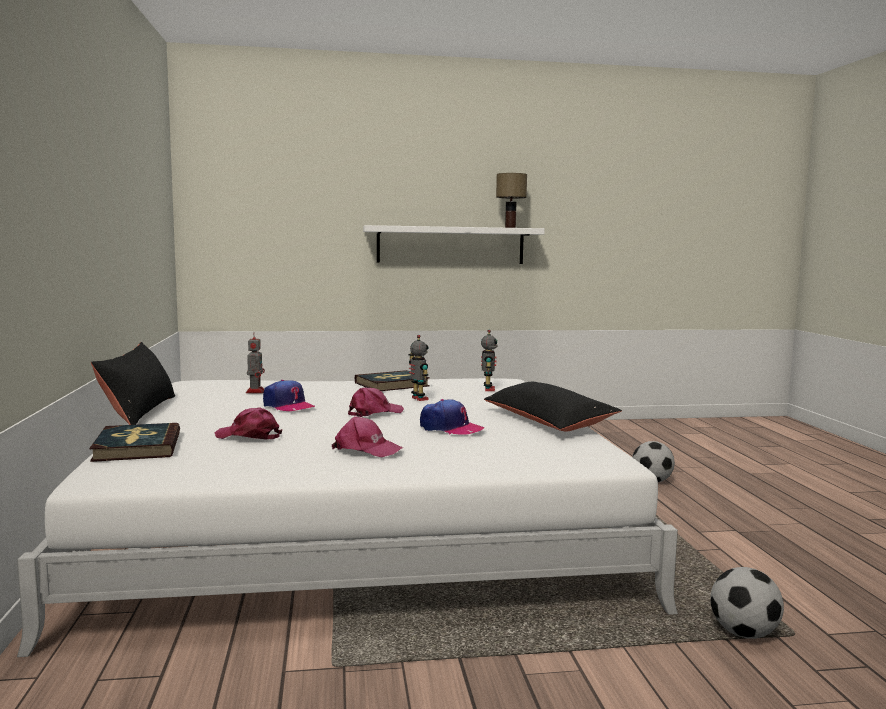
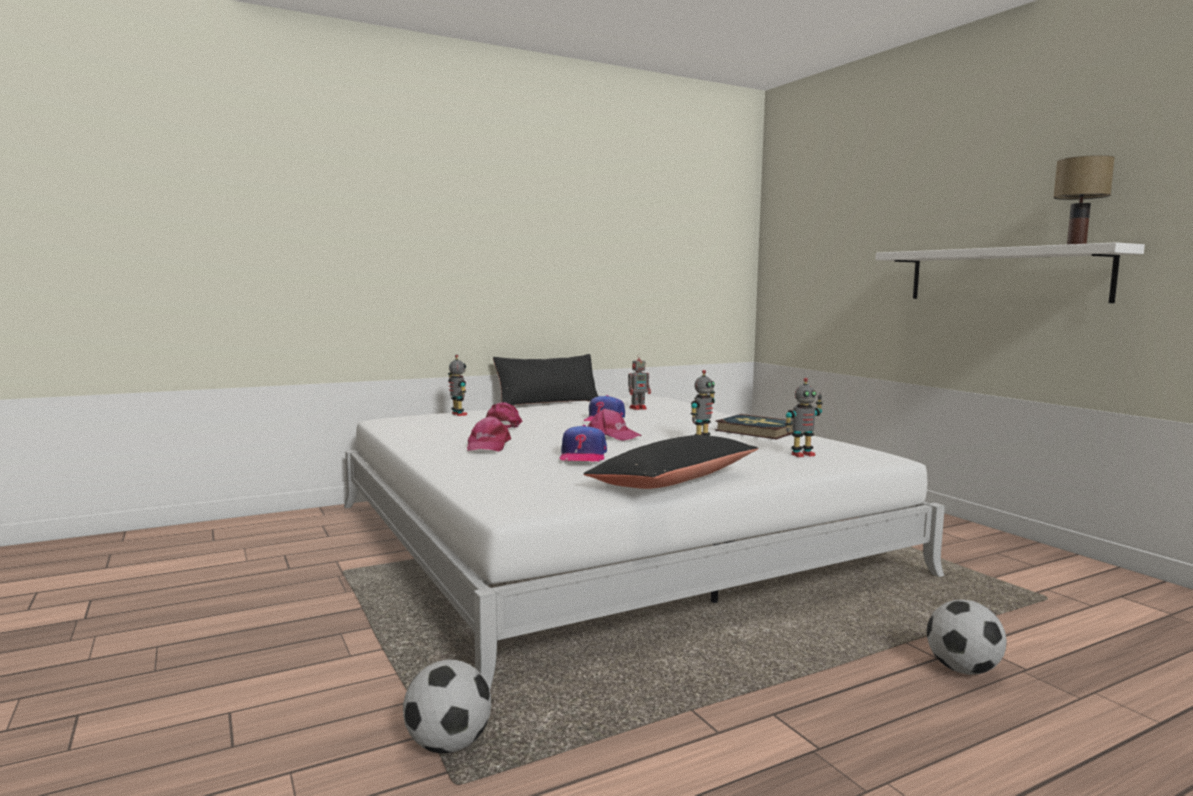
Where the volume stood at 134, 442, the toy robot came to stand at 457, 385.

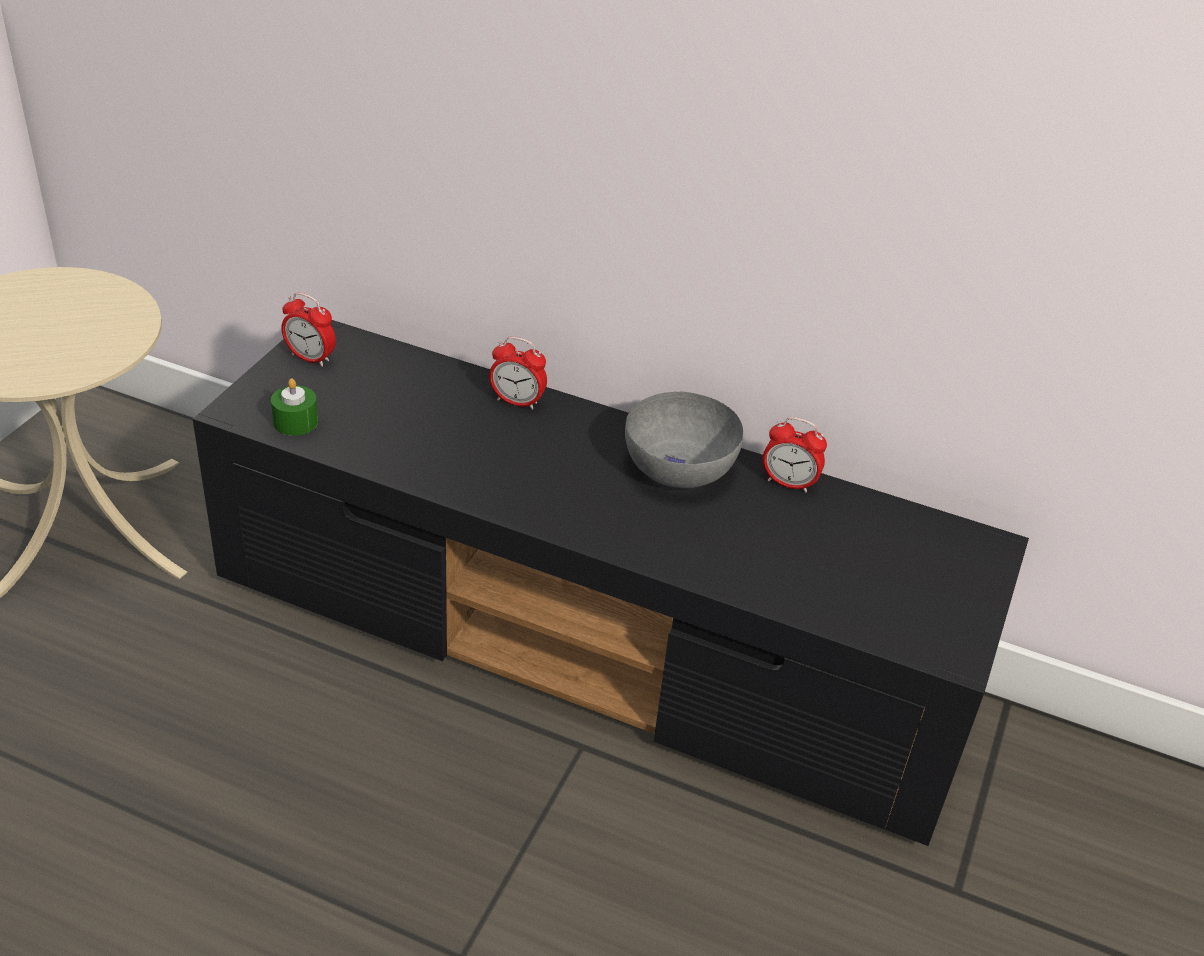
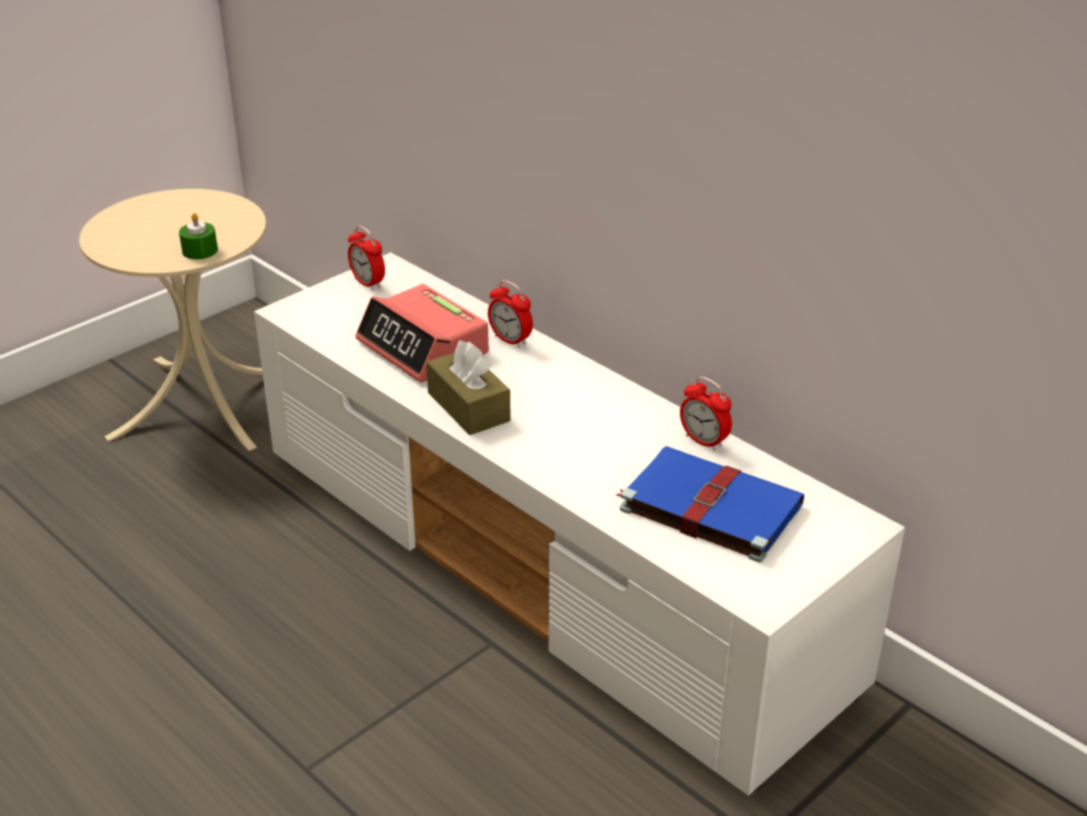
What was the blackish media console at 611, 583 turned into the whitish media console at 579, 524.
The greenish wax candle ended up elsewhere, having gone from 294, 407 to 198, 236.
The second view lost the grey serving bowl at 684, 440.
The second view gained the alarm clock at 422, 333.
The second view gained the brown box of tissues at 468, 388.
The second view gained the blue volume at 710, 504.

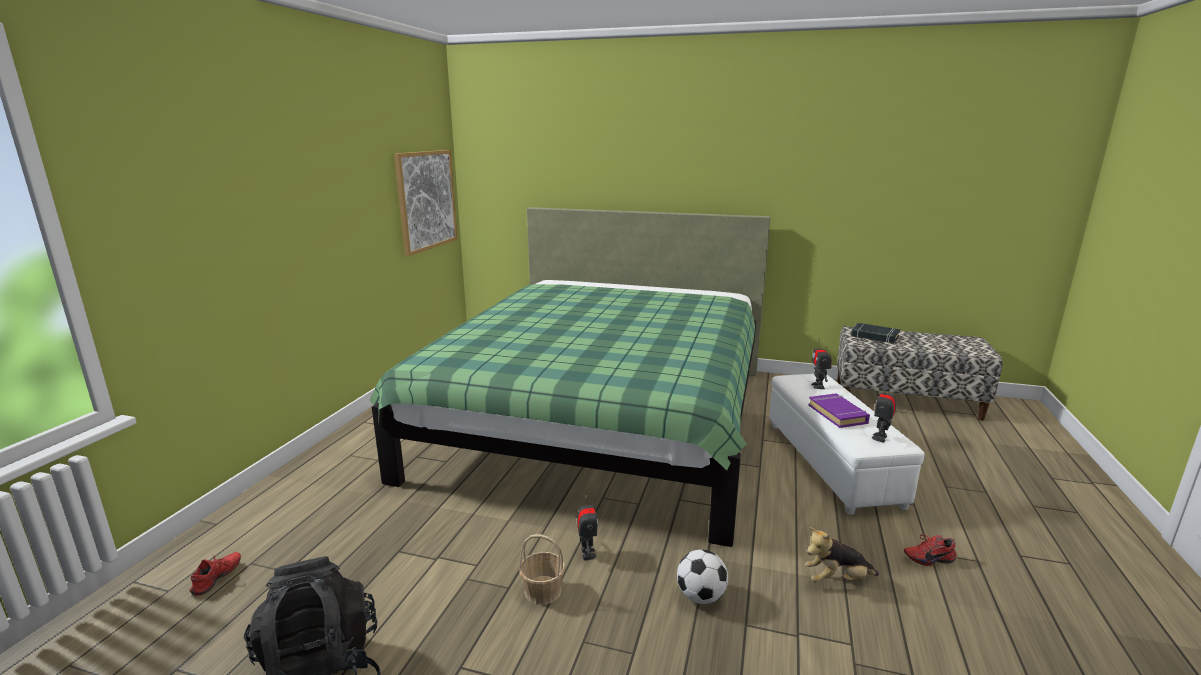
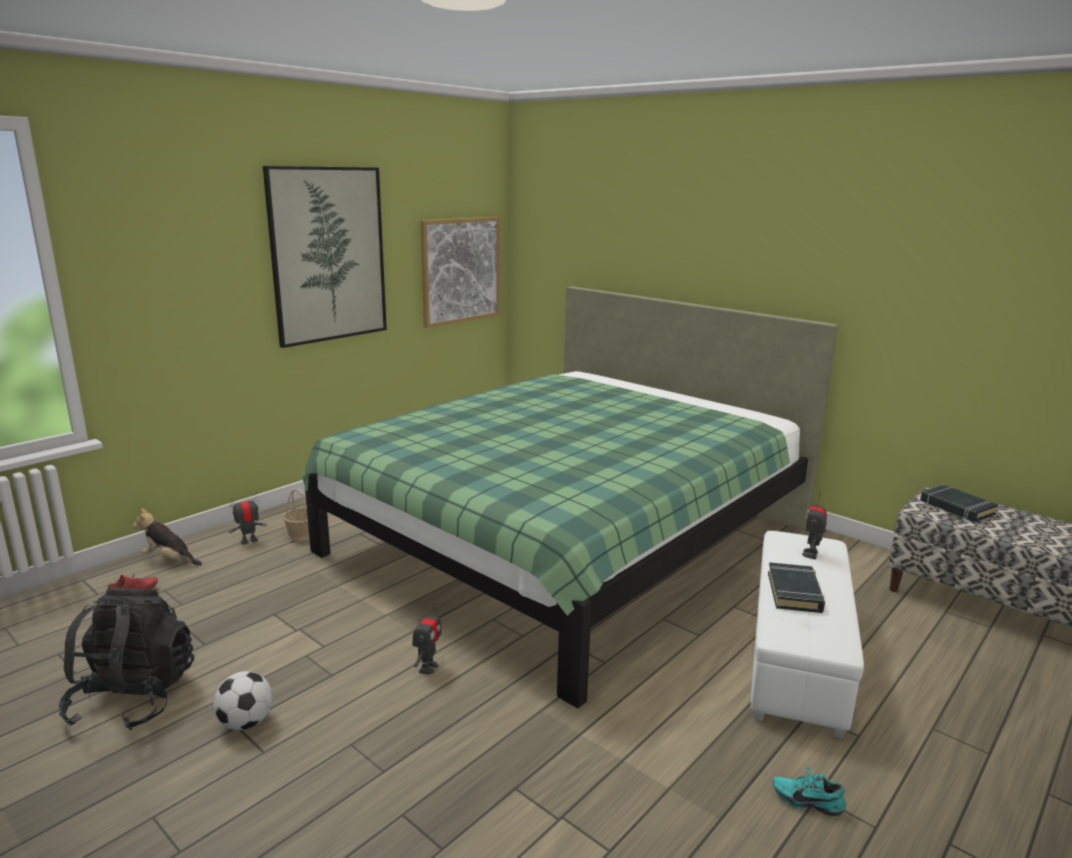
The toy robot ended up elsewhere, having gone from 884, 412 to 247, 518.
What was the purple volume at 839, 410 turned into the blackish volume at 796, 587.
The cuddly toy ended up elsewhere, having gone from 842, 555 to 167, 537.
The basket ended up elsewhere, having gone from 542, 569 to 296, 515.
What was the red-coloured shoe at 930, 550 turned into the turquoise shoe at 809, 791.
The football ball ended up elsewhere, having gone from 702, 576 to 243, 700.
The second view gained the wall picture at 325, 257.

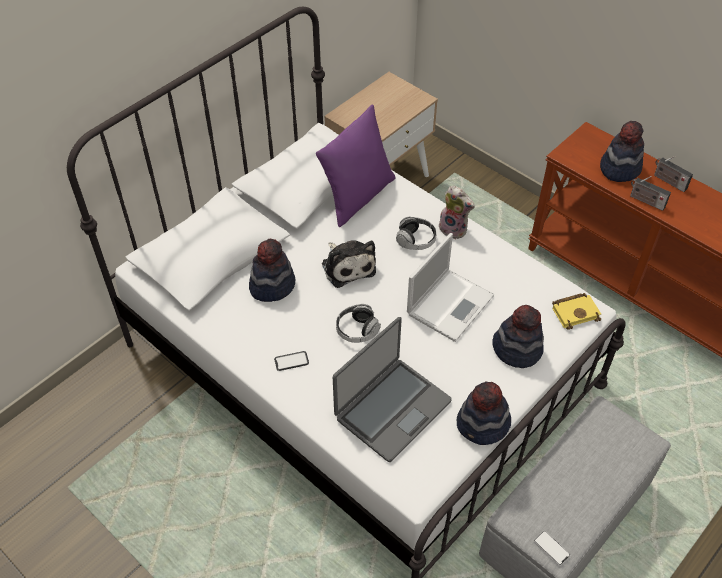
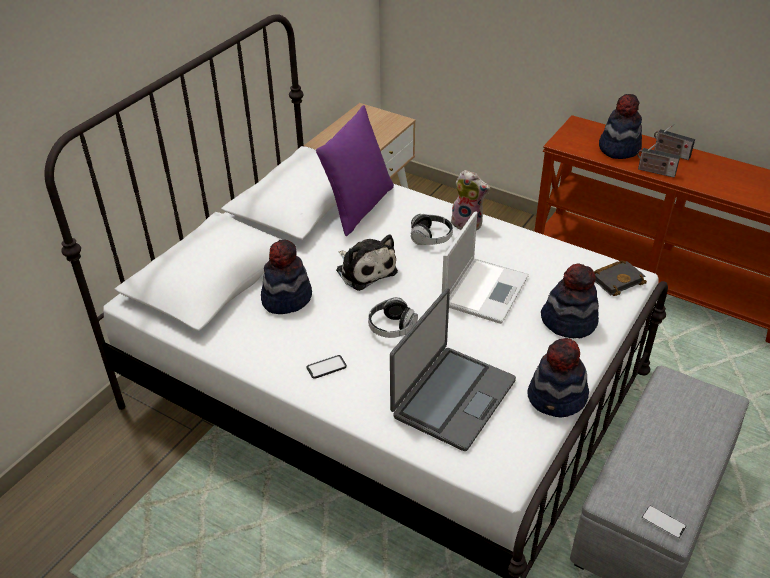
What was the yellowish volume at 576, 311 turned into the blackish volume at 620, 278.

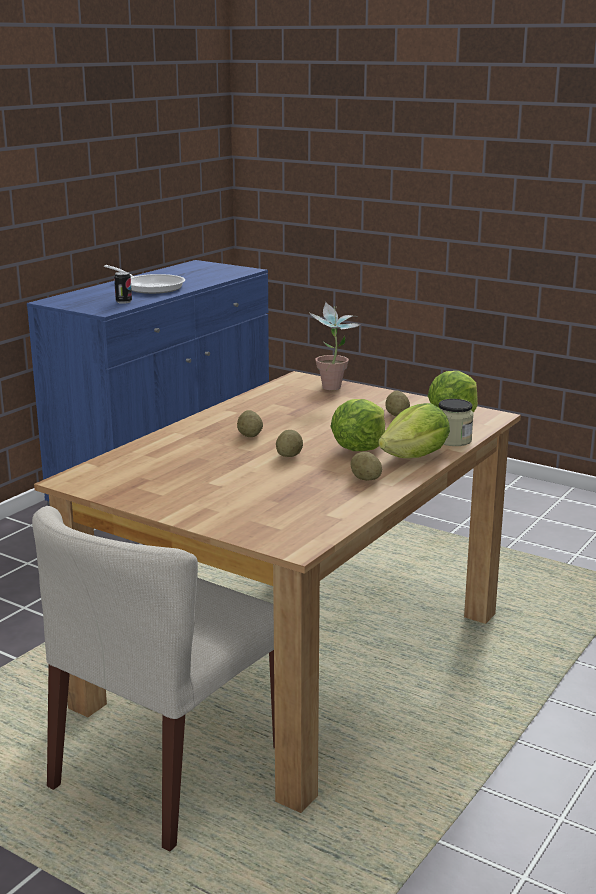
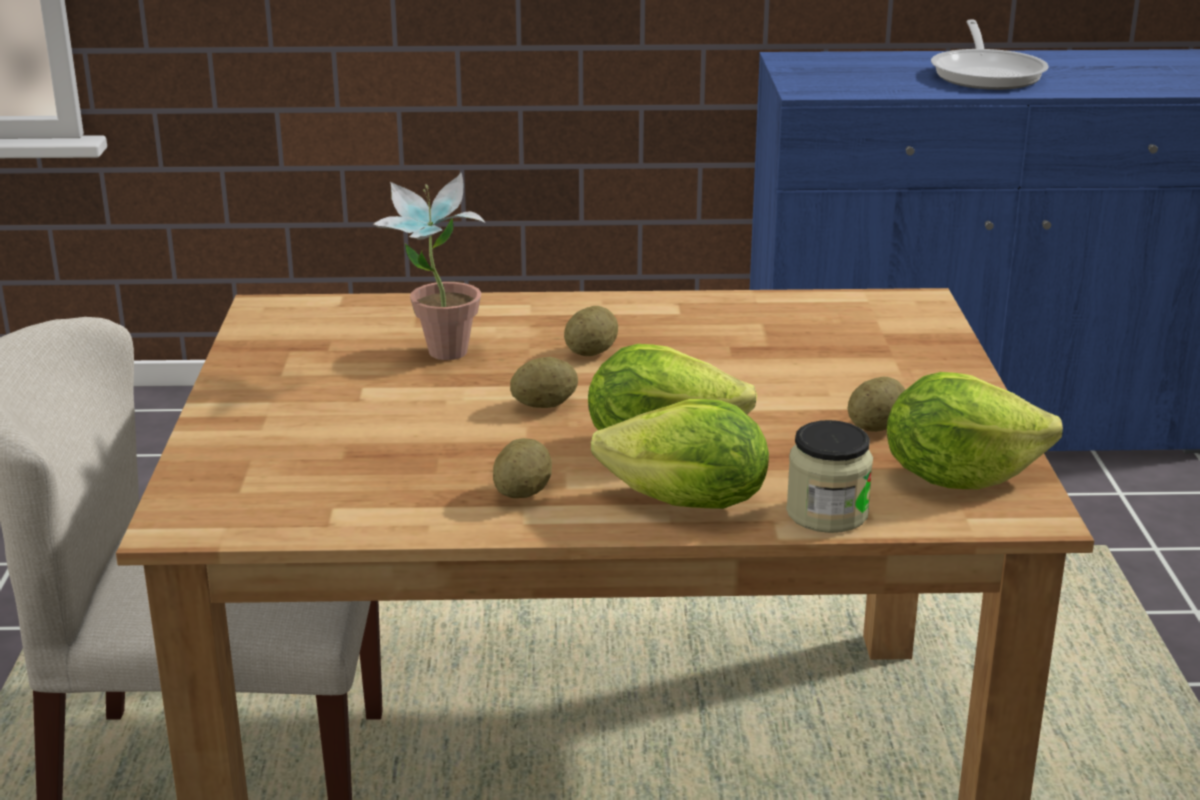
The second view lost the can at 123, 288.
The potted plant ended up elsewhere, having gone from 334, 346 to 429, 266.

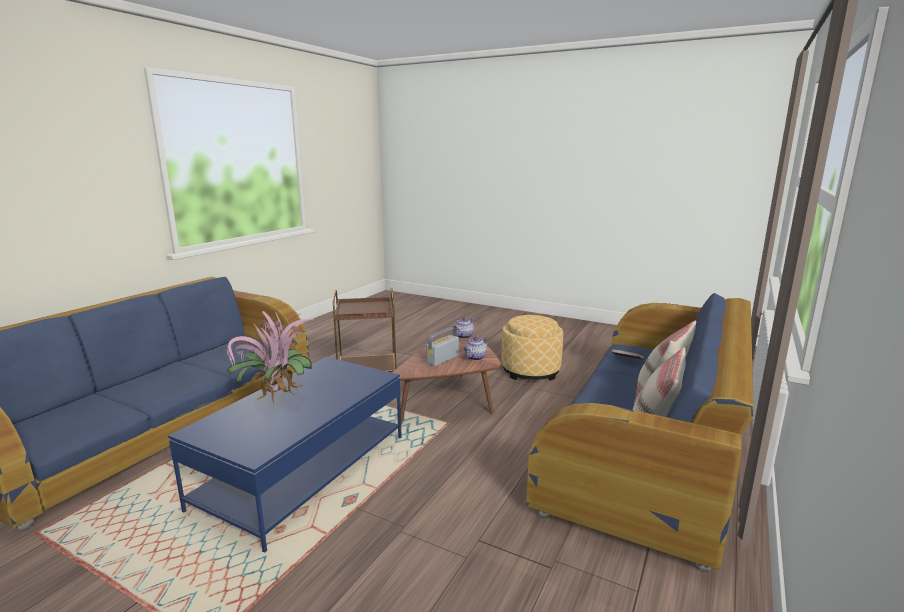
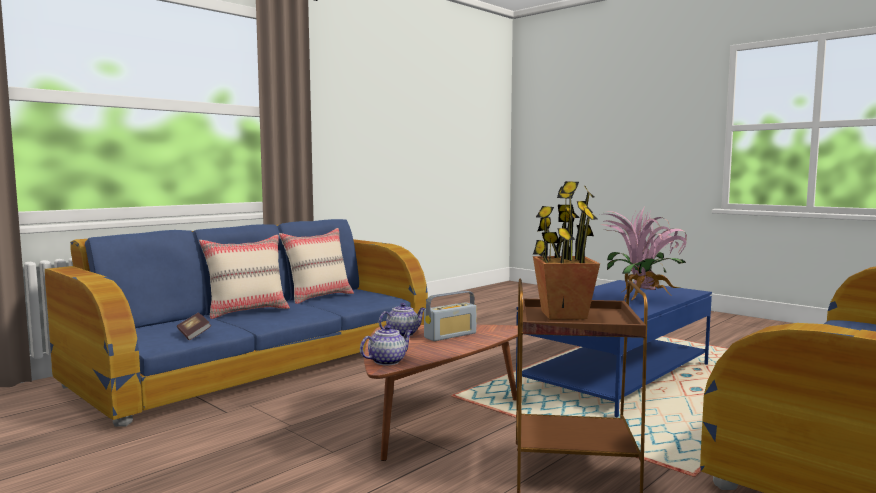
The second view lost the ottoman at 532, 348.
The second view gained the potted plant at 566, 250.

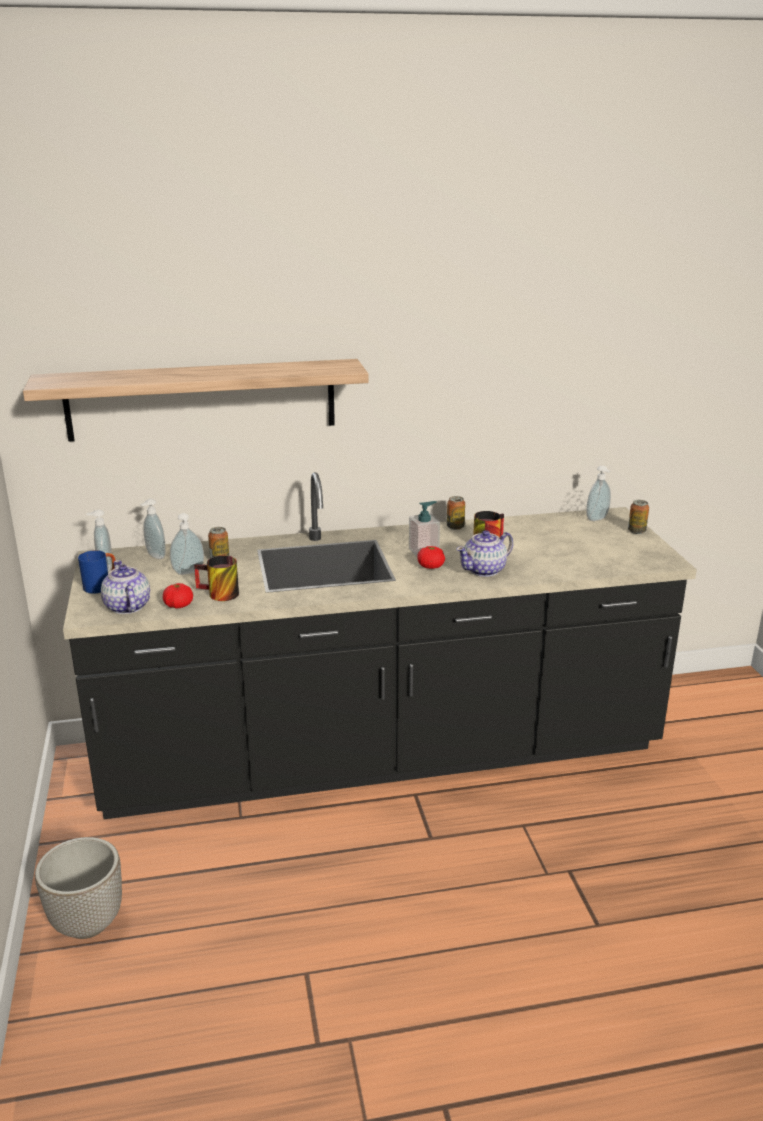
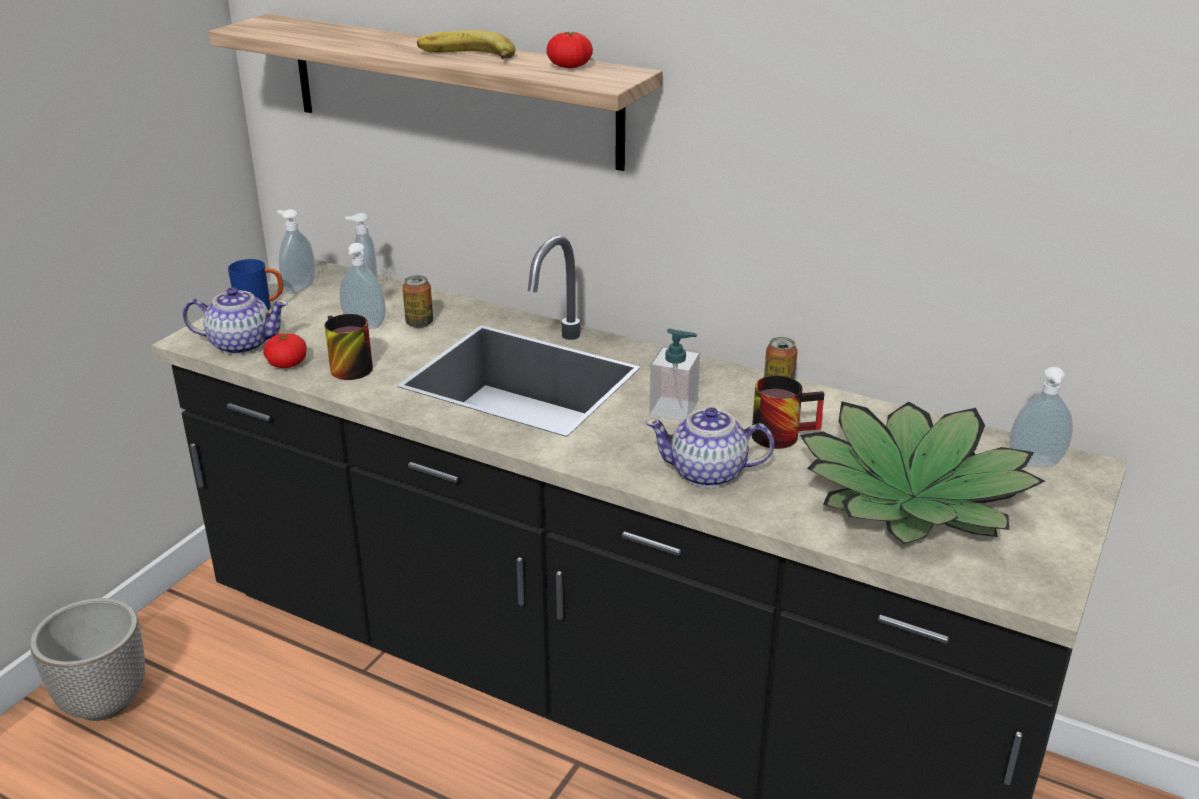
The second view lost the can at 638, 517.
The tomato ended up elsewhere, having gone from 431, 557 to 569, 50.
The pot for tea at 125, 587 ended up facing another way, 75 degrees clockwise from before.
The second view gained the banana fruit at 466, 44.
The second view gained the potted plant at 922, 472.

